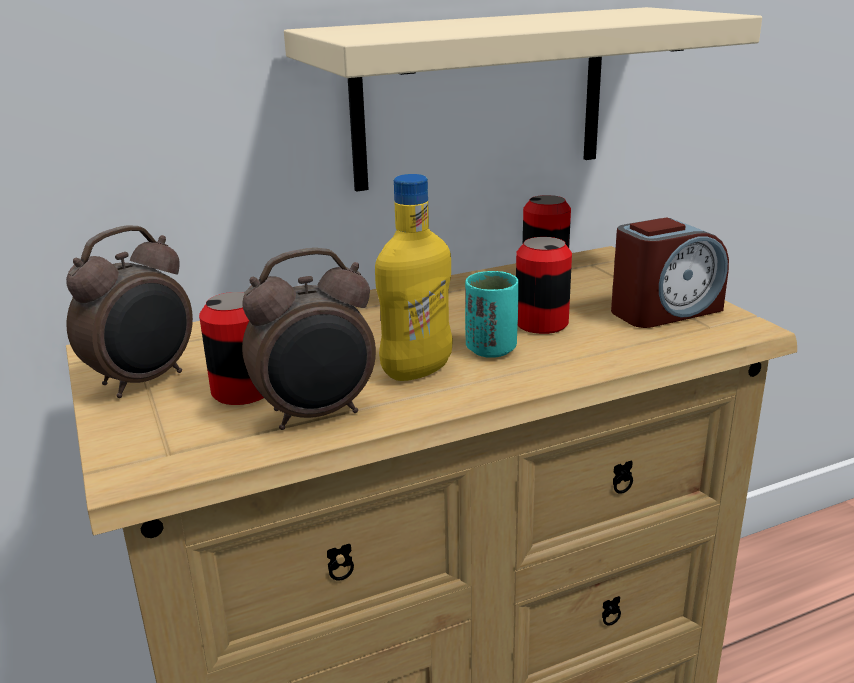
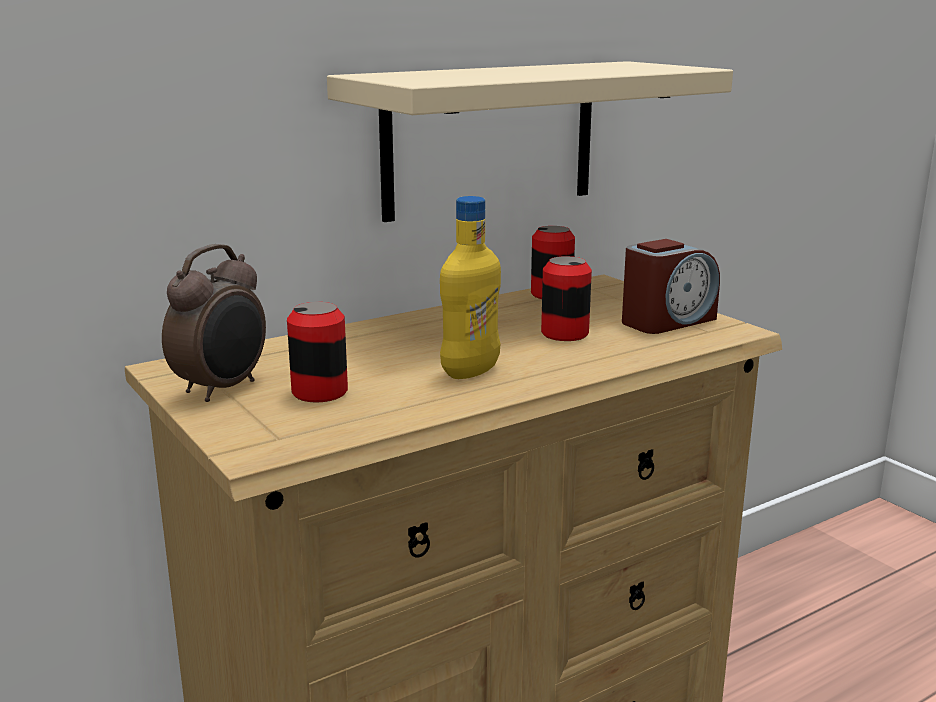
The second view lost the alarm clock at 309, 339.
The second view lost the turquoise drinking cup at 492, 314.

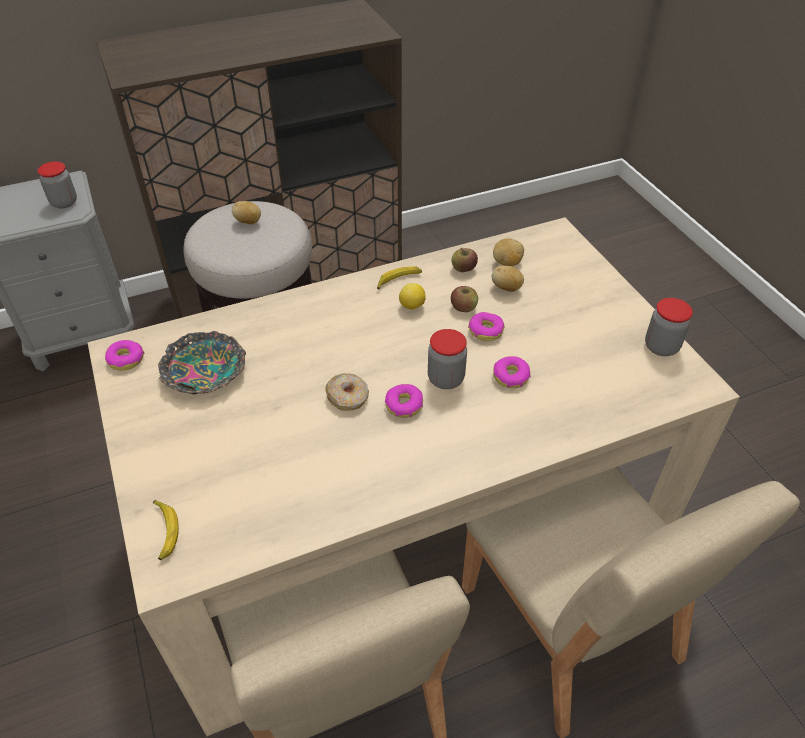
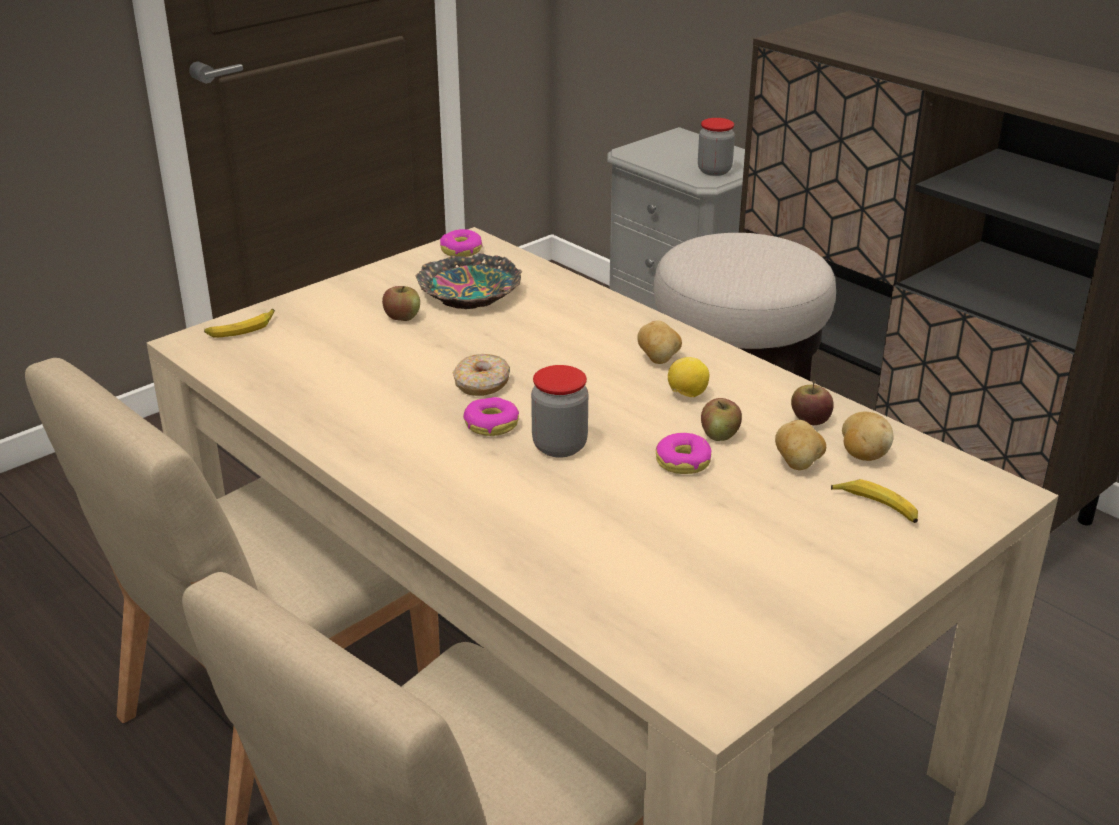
The potato ended up elsewhere, having gone from 246, 212 to 659, 342.
The banana fruit ended up elsewhere, having gone from 399, 277 to 874, 501.
The second view lost the preserve jar at 669, 327.
The second view lost the ring doughnut at 512, 372.
The second view gained the apple fruit at 401, 303.

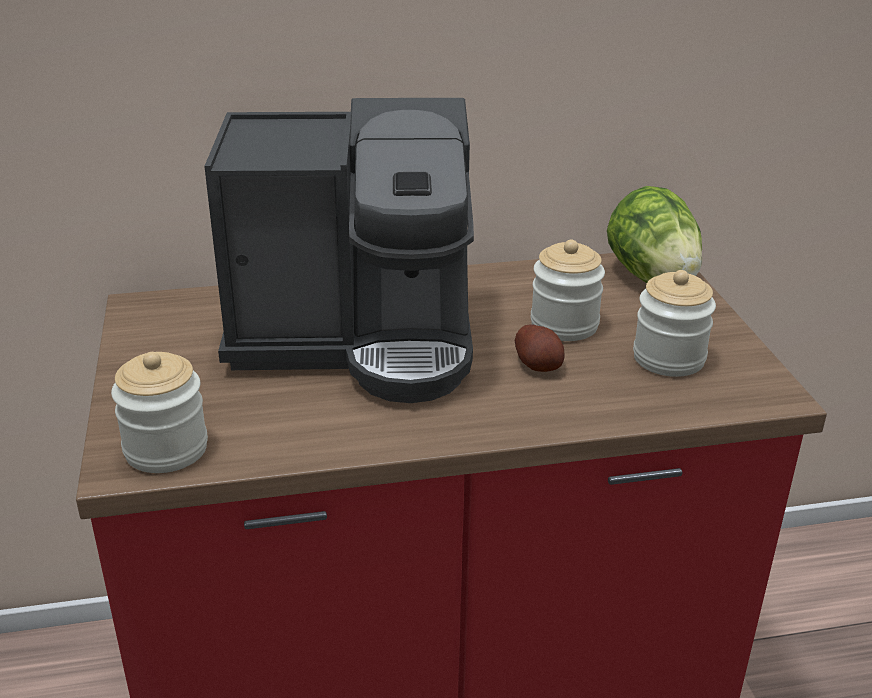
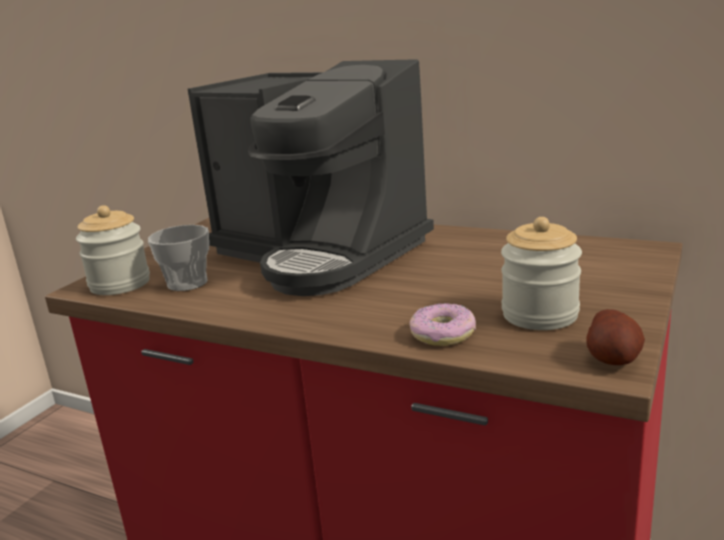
The second view lost the lettuce head at 654, 234.
The second view lost the preserve jar at 568, 290.
The potato ended up elsewhere, having gone from 540, 348 to 616, 337.
The second view gained the drinking cup at 178, 258.
The second view gained the ring doughnut at 443, 324.

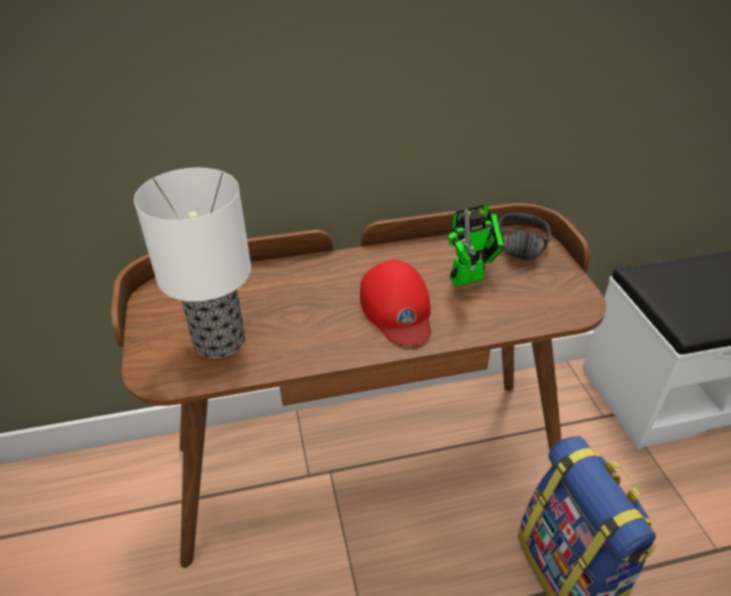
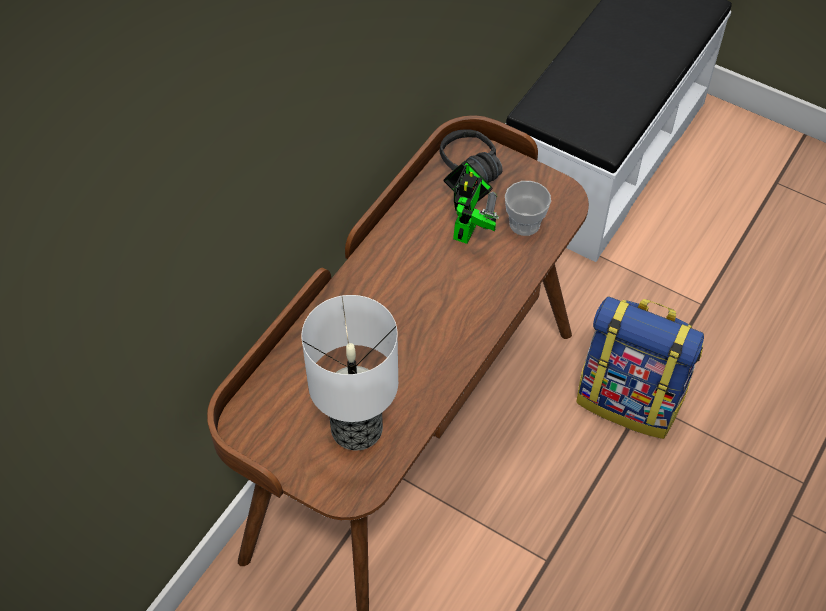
The second view lost the red-coloured cap at 395, 302.
The second view gained the drinking cup at 528, 208.

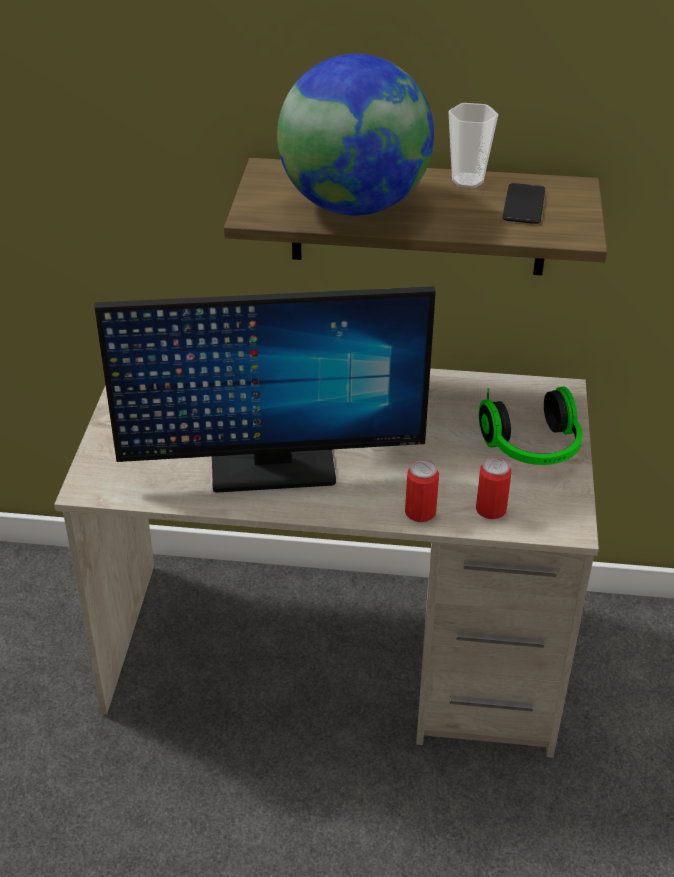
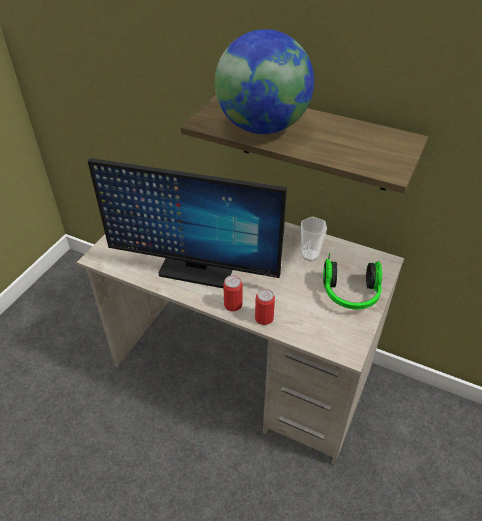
The drinking cup ended up elsewhere, having gone from 473, 145 to 314, 239.
The second view lost the telephone at 523, 203.
The can ended up elsewhere, having gone from 494, 487 to 232, 293.

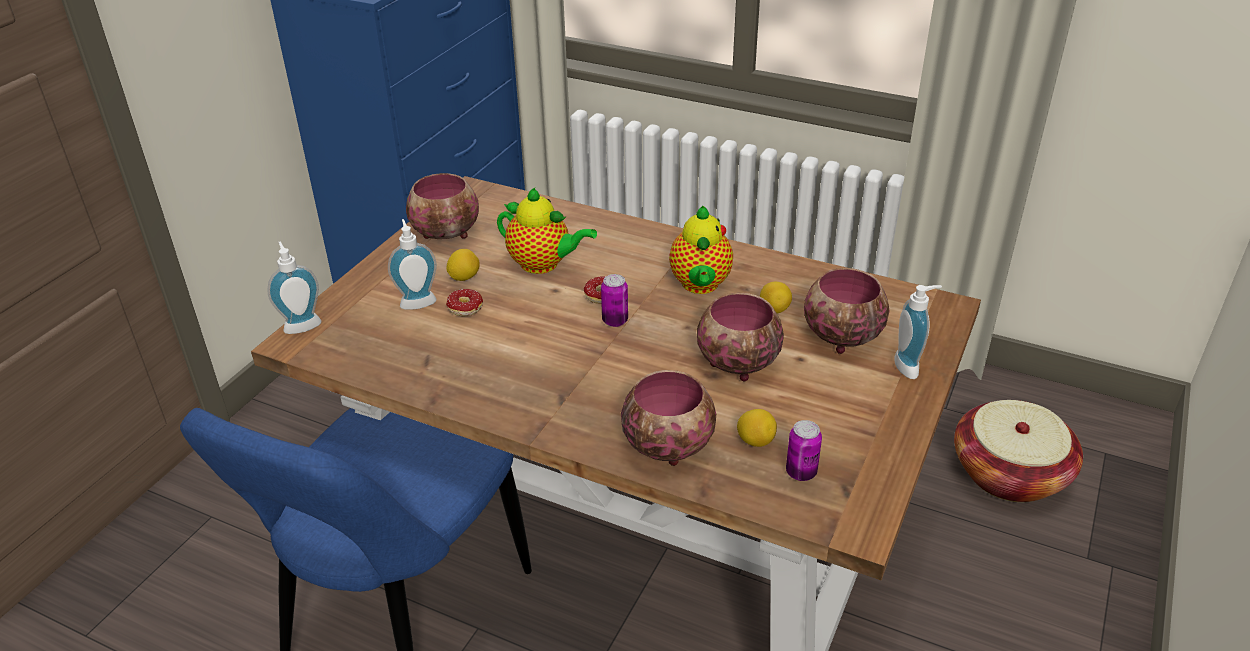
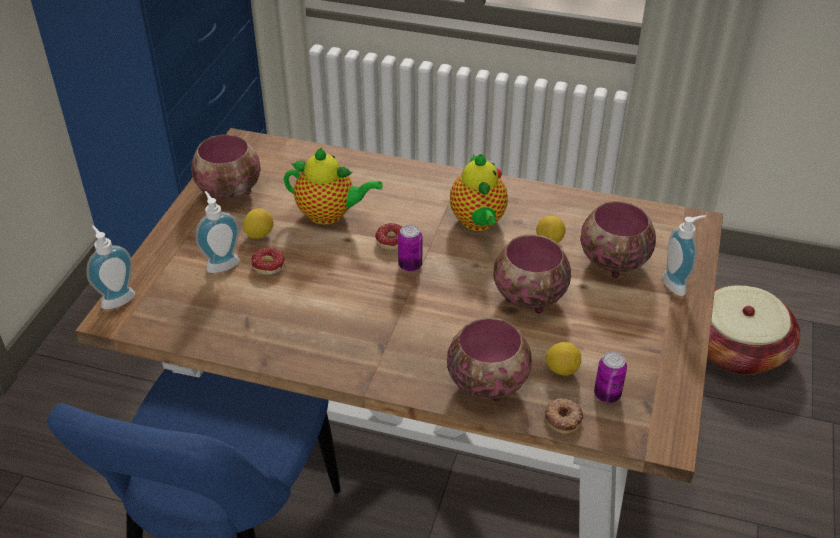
The second view gained the ring doughnut at 564, 416.

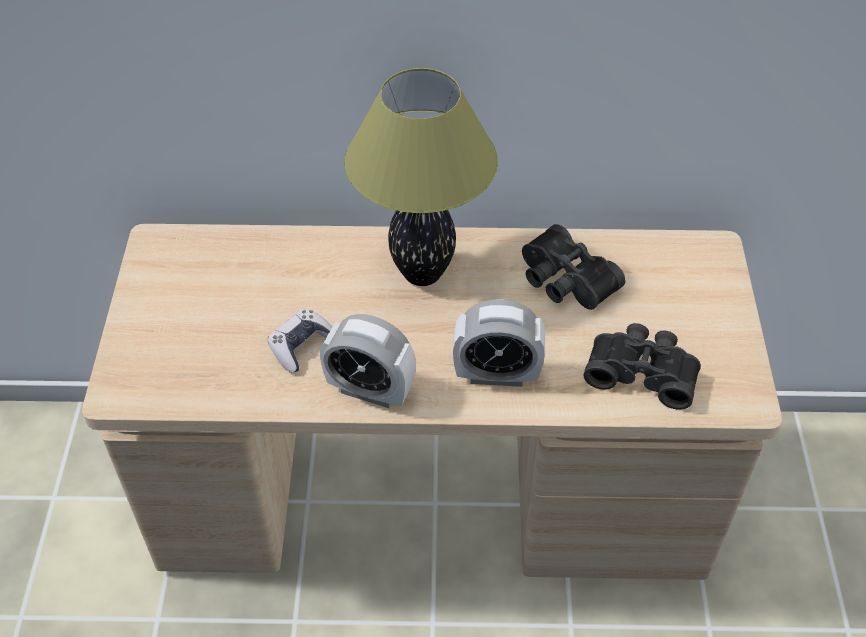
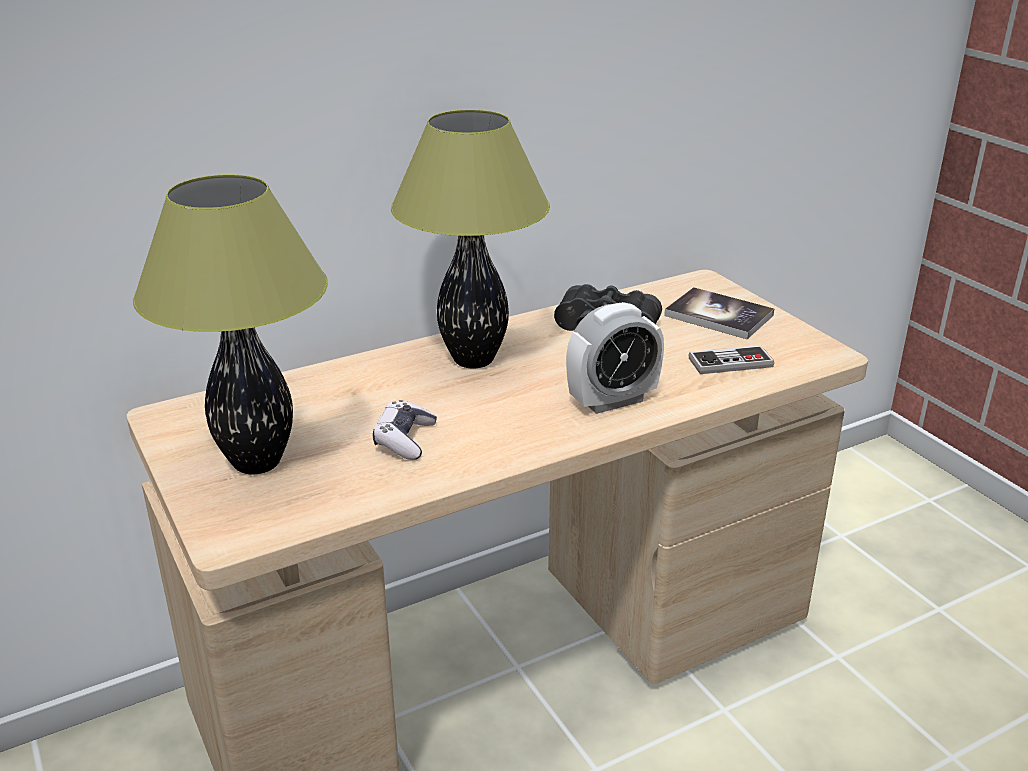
The second view lost the alarm clock at 368, 361.
Where the blackish field glasses stood at 642, 366, the gamepad came to stand at 731, 359.
The second view gained the table lamp at 230, 324.
The second view gained the volume at 719, 313.

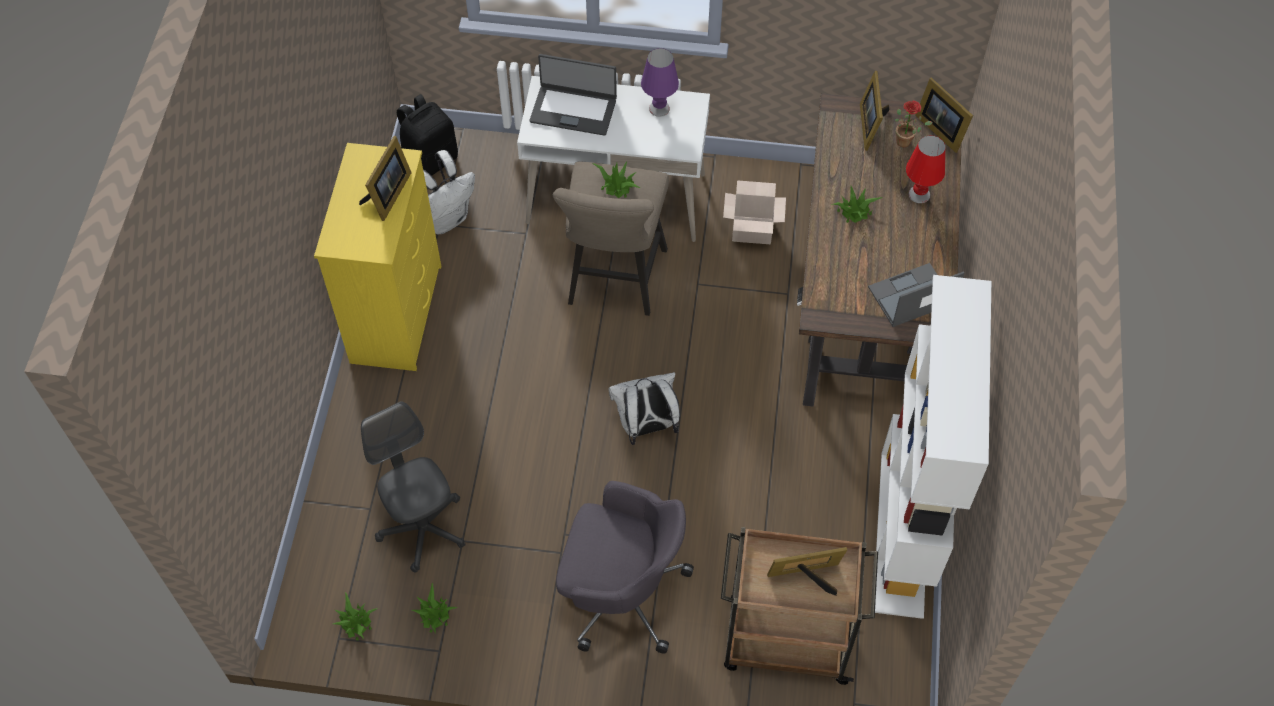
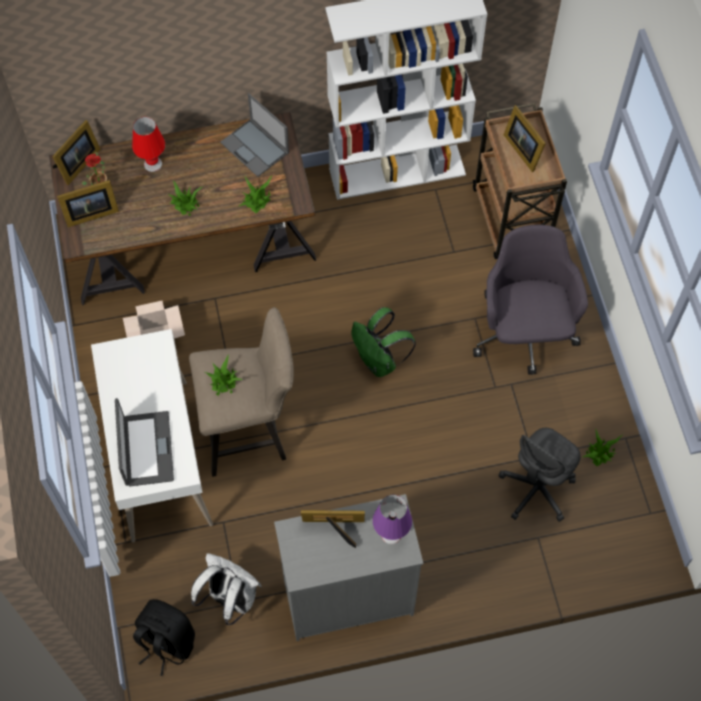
The purple table lamp ended up elsewhere, having gone from 660, 82 to 392, 519.
What was the yellowish chest of drawers at 377, 257 turned into the grey chest of drawers at 348, 567.
What was the whitish rucksack at 644, 408 turned into the greenish rucksack at 383, 342.
The potted plant ended up elsewhere, having gone from 355, 616 to 255, 194.

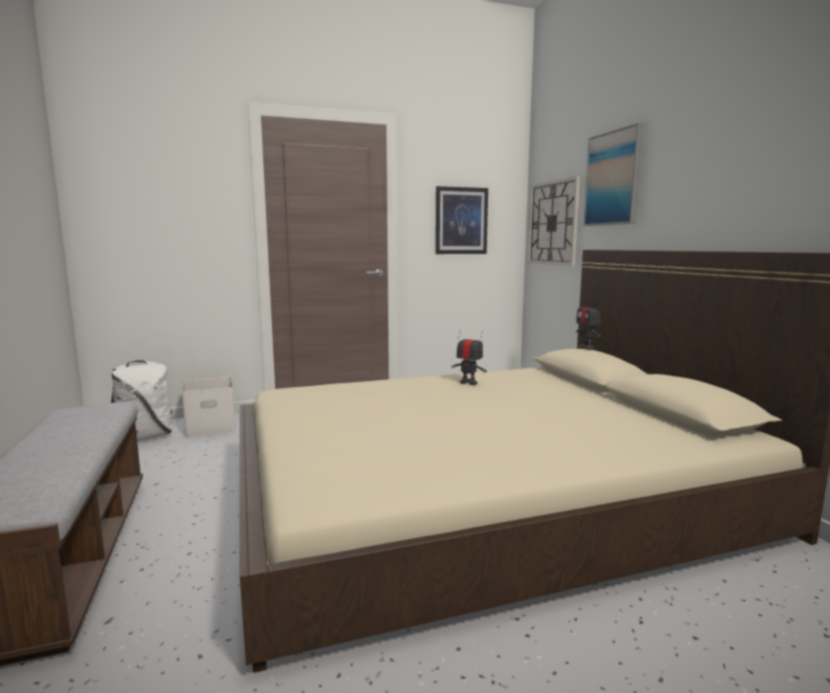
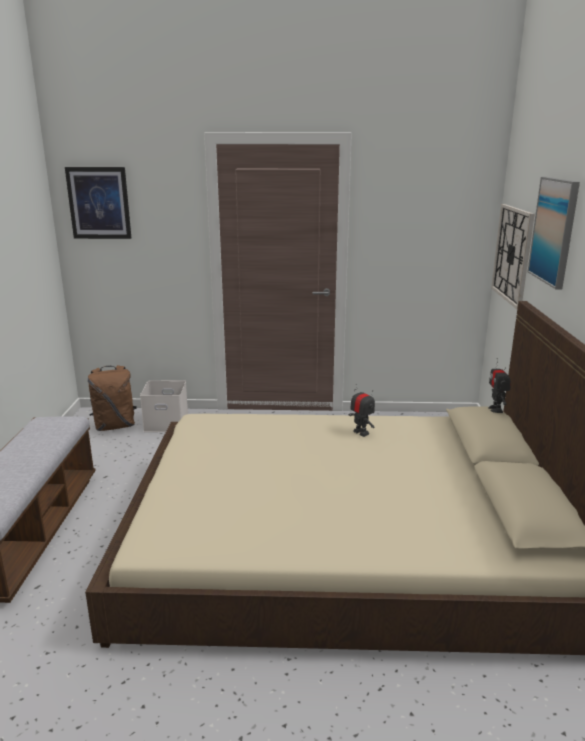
The wall picture ended up elsewhere, having gone from 461, 220 to 98, 203.
What was the whitish rucksack at 141, 400 turned into the brown rucksack at 112, 398.

